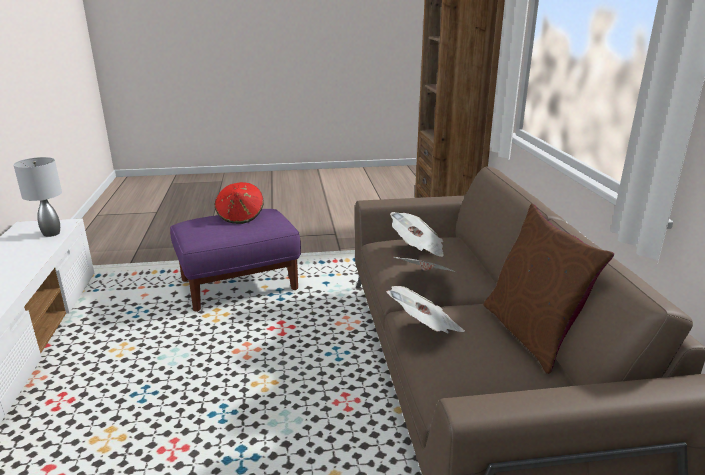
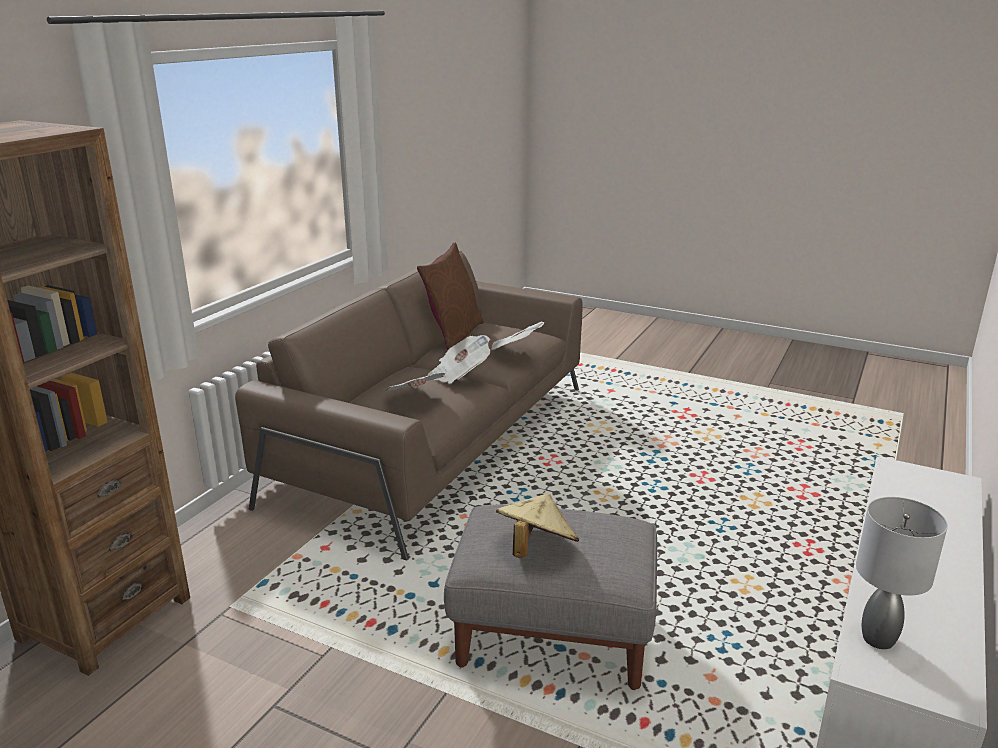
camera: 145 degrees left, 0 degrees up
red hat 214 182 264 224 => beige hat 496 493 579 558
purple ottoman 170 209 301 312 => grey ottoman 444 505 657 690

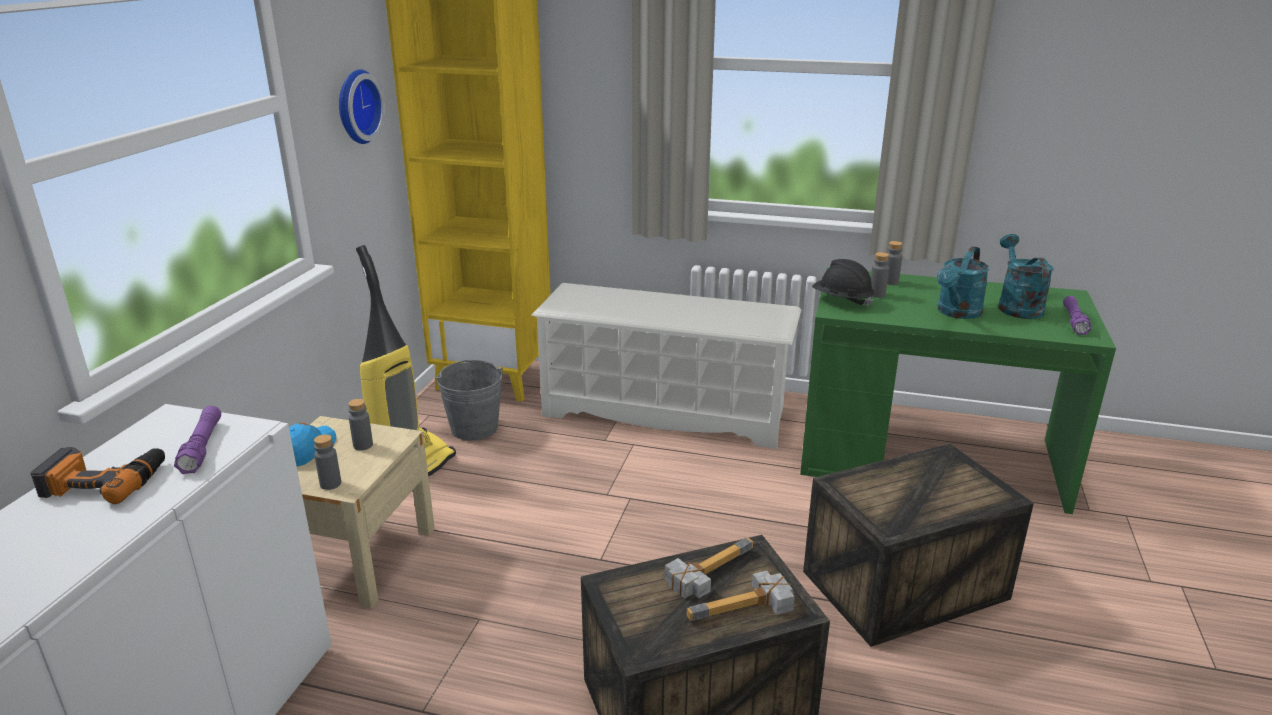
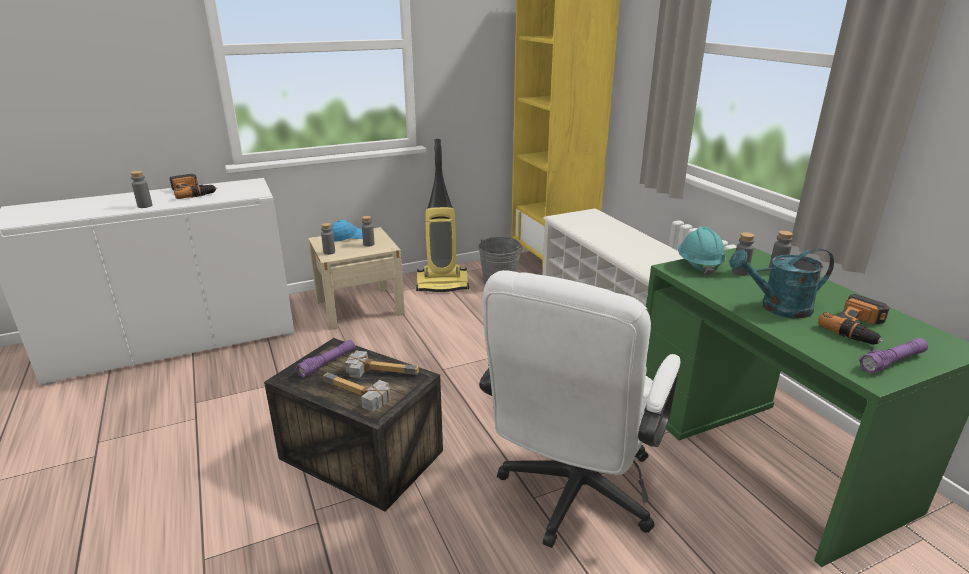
camera: 50 degrees right, 0 degrees up
wall clock 339 69 385 144 => nothing
turquoise watering can 998 234 1054 319 => power drill 818 294 890 345
black hard hat 812 259 874 307 => turquoise hard hat 678 227 725 276
purple flashlight 174 406 221 474 => purple flashlight 295 340 355 378, relocated
crate 803 444 1034 647 => white office chair 479 270 680 548
nothing => grey bottle 130 171 152 208

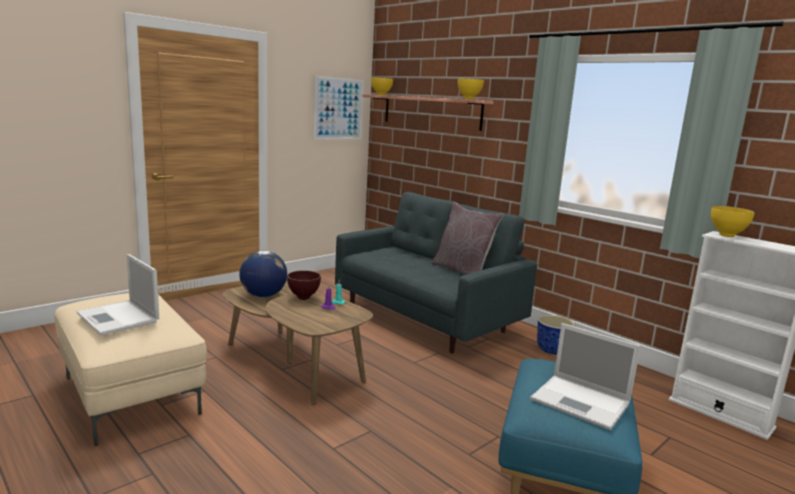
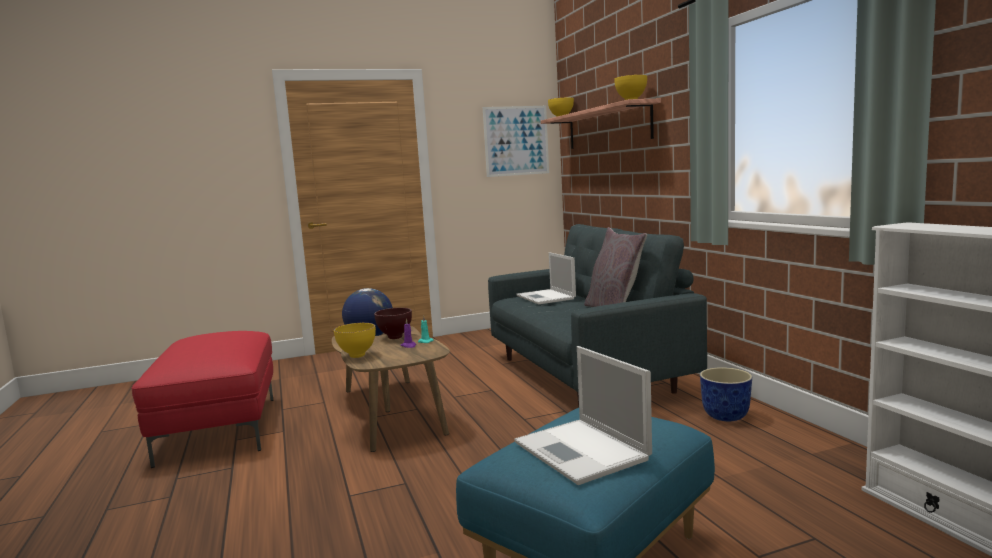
camera: 25 degrees right, 5 degrees down
yellow bowl 711 206 755 237 => yellow bowl 334 323 376 358, relocated
laptop 76 254 159 336 => laptop 516 252 576 304, relocated
beige ottoman 55 293 207 446 => red ottoman 132 331 273 468

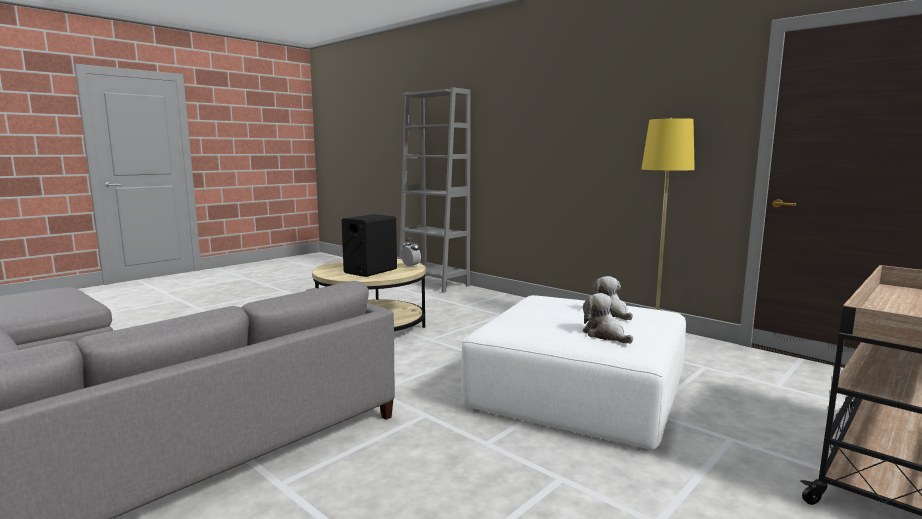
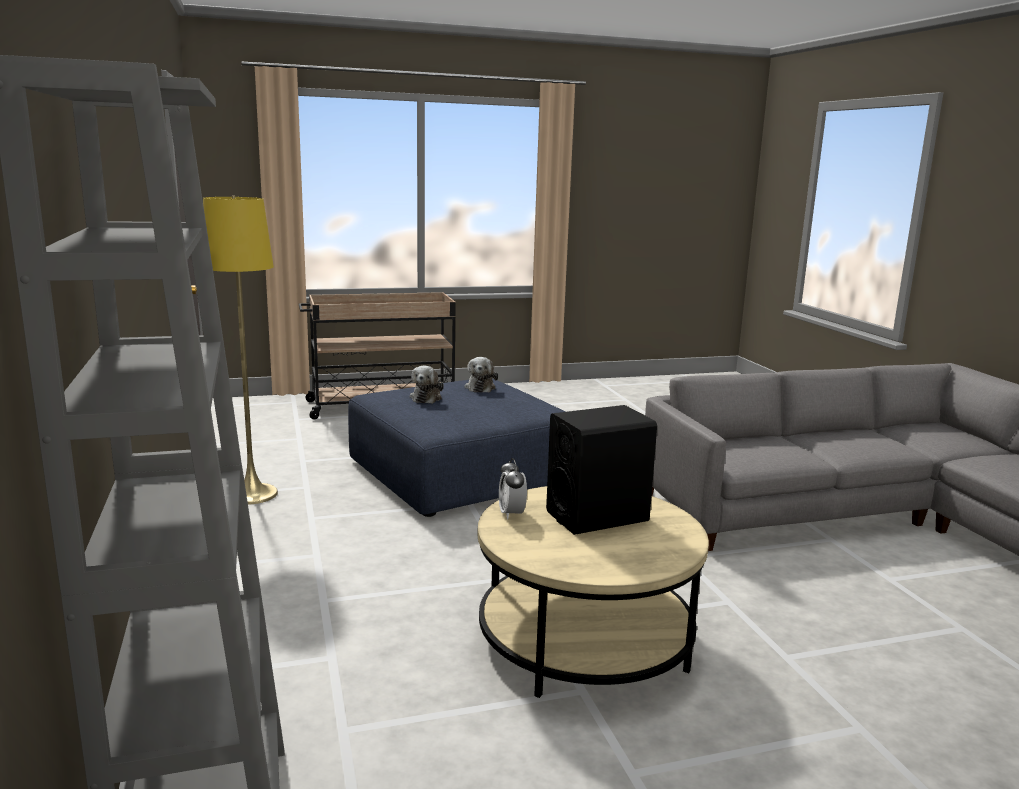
camera: 150 degrees left, 5 degrees up
white ottoman 461 295 686 451 => blue ottoman 348 379 565 517

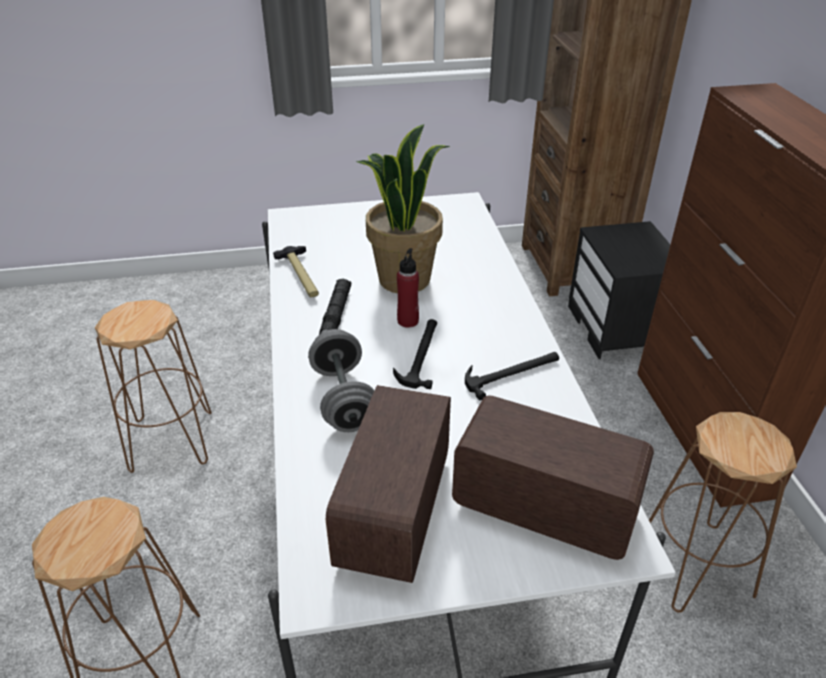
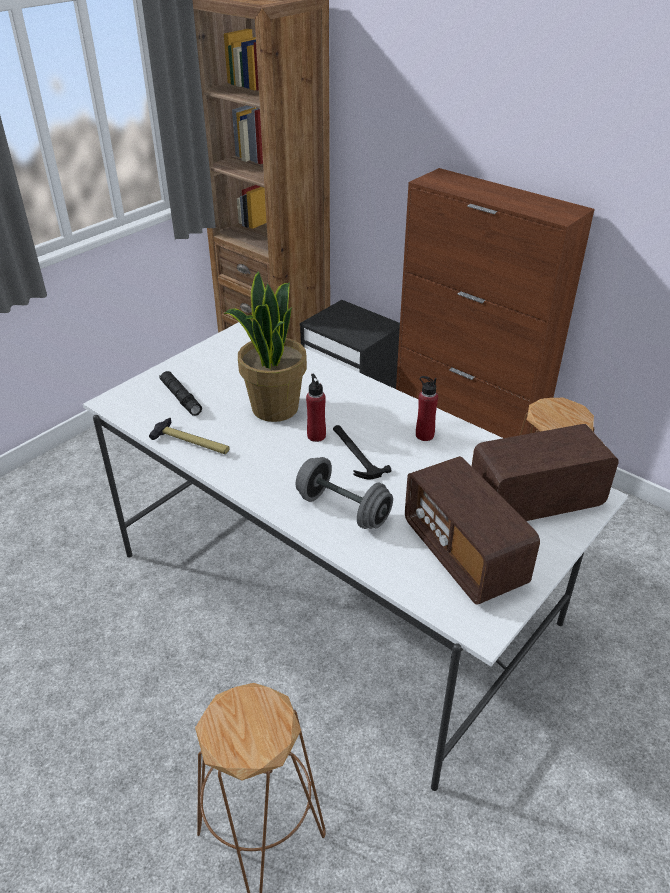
camera: 40 degrees left, 0 degrees up
black flashlight 319 278 351 335 => black flashlight 159 371 202 416, relocated
brown stool 95 300 212 473 => nothing
hammer 465 352 559 400 => red bottle 416 376 438 441

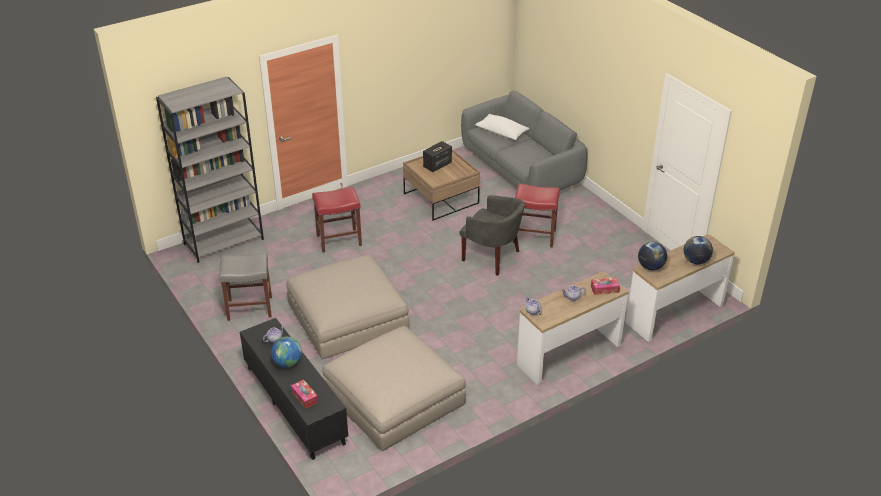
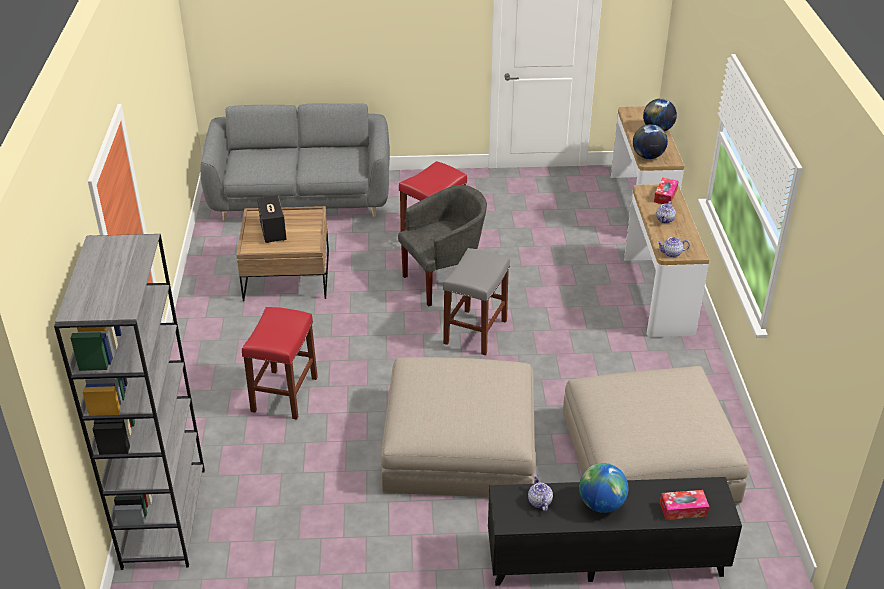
camera: 60 degrees left, 0 degrees up
white pillow 475 114 530 140 => nothing
grey stool 219 253 272 321 => grey stool 443 248 510 355, relocated

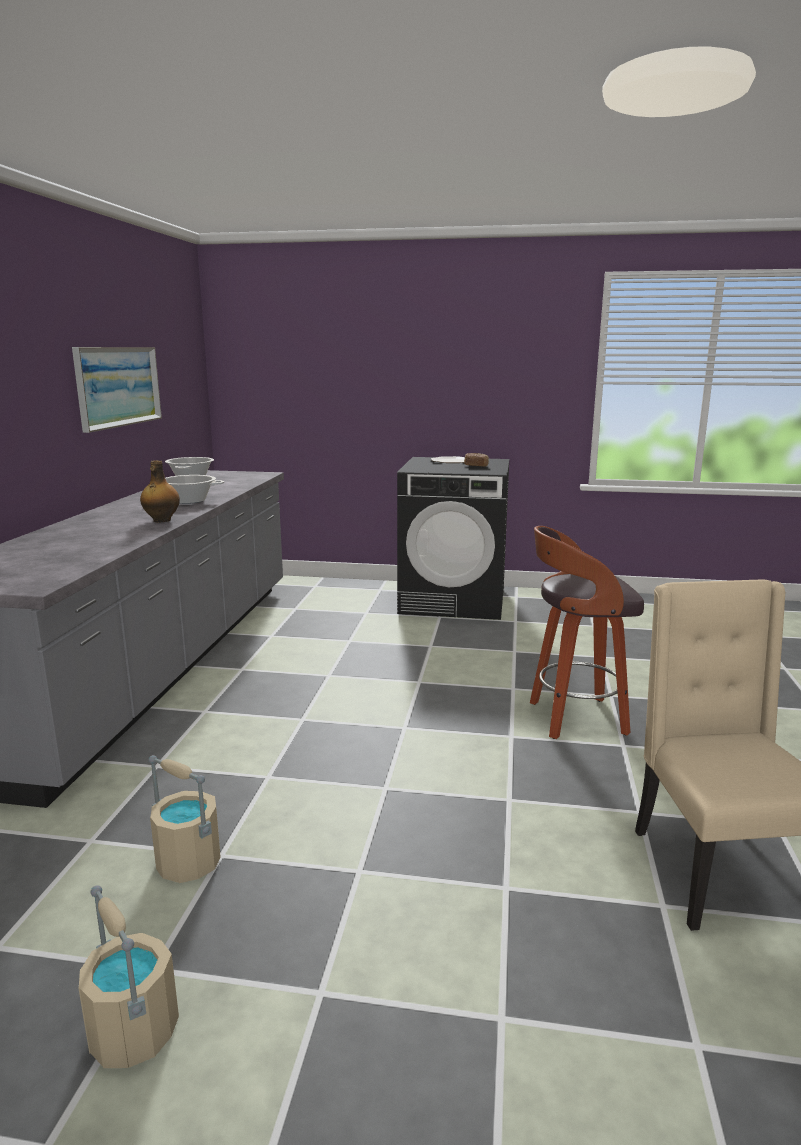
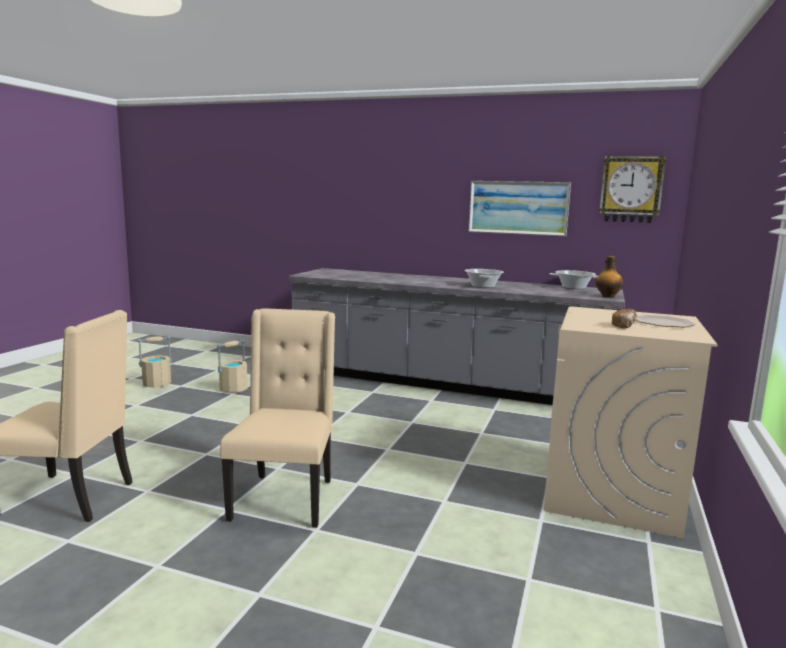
camera: 100 degrees right, 5 degrees down
black washing machine 397 457 509 620 => beige washing machine 544 306 718 538
bottle 140 460 180 522 => bottle 596 256 623 298, relocated
stool 530 526 644 739 => beige chair 220 308 335 528
nothing => wall clock 599 156 666 223

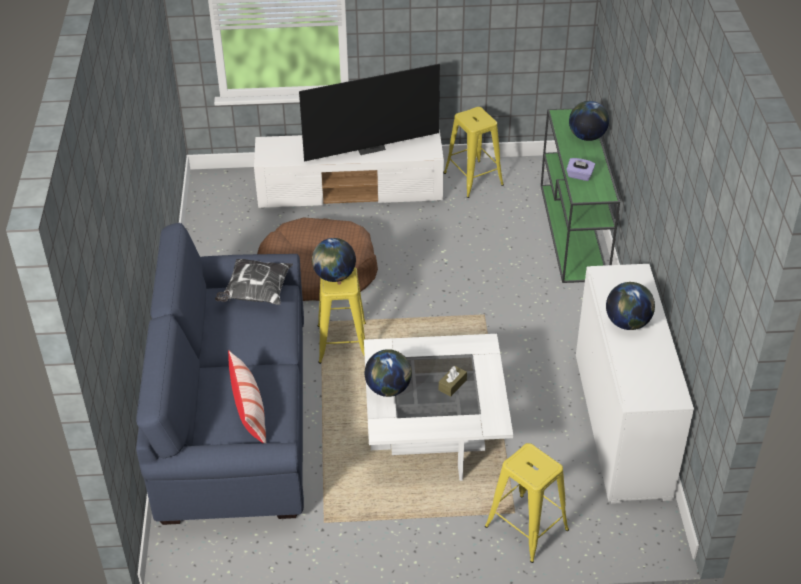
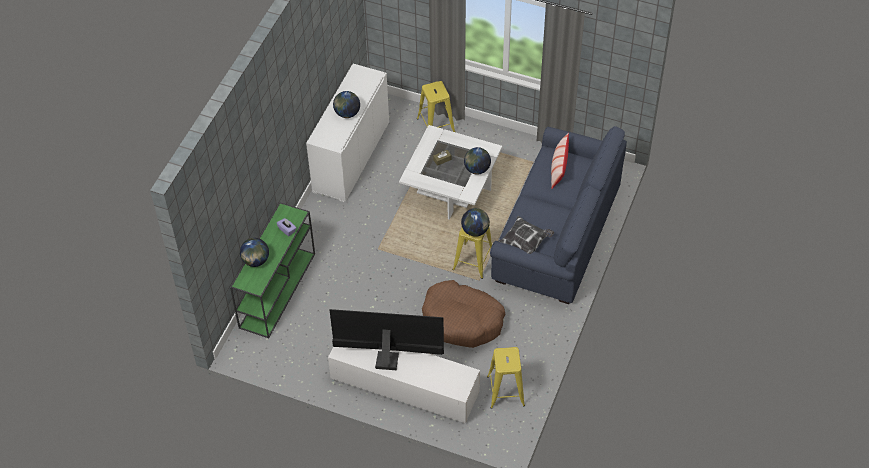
camera: 155 degrees left, 10 degrees up
yellow stool 444 107 504 198 => yellow stool 487 347 525 409, relocated

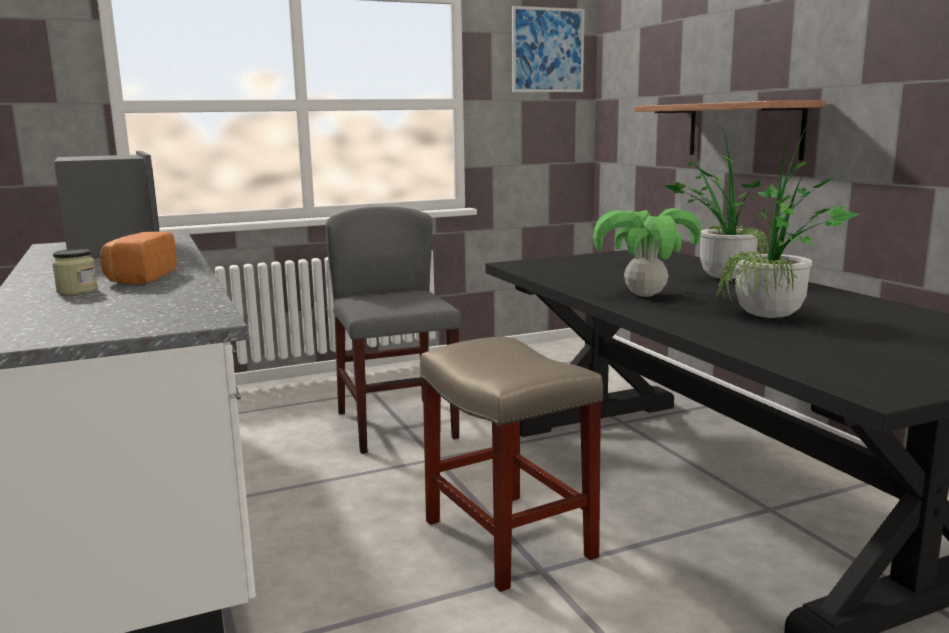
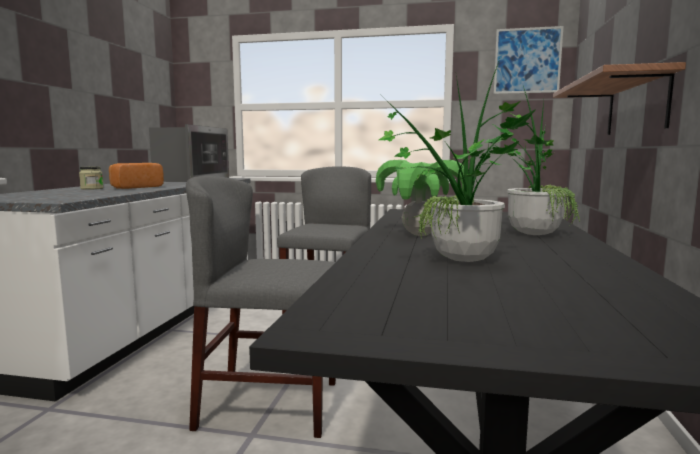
camera: 35 degrees right, 5 degrees down
beige stool 420 337 603 592 => grey chair 186 176 336 438

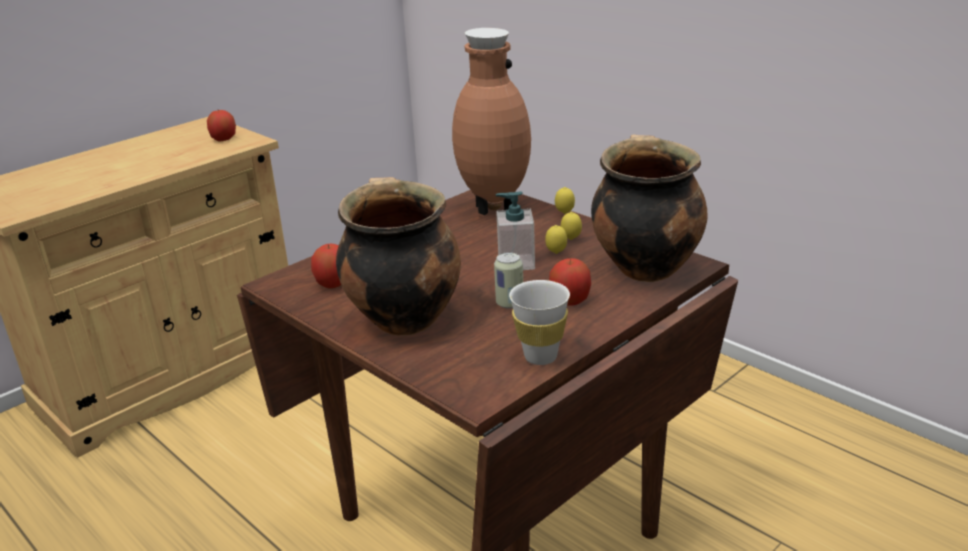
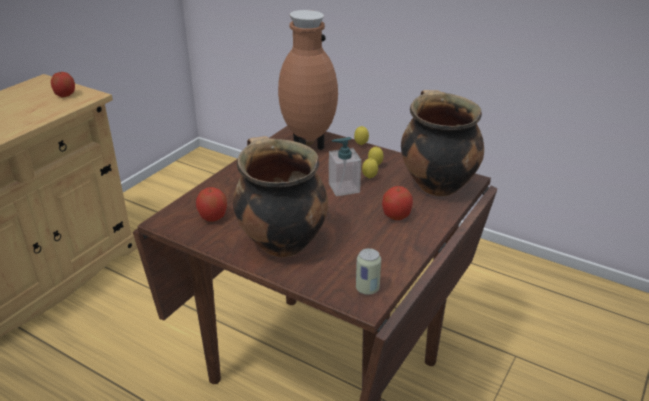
camera: 15 degrees left, 5 degrees up
can 494 252 523 309 => can 356 248 381 295, relocated
white cup 509 280 570 365 => nothing

